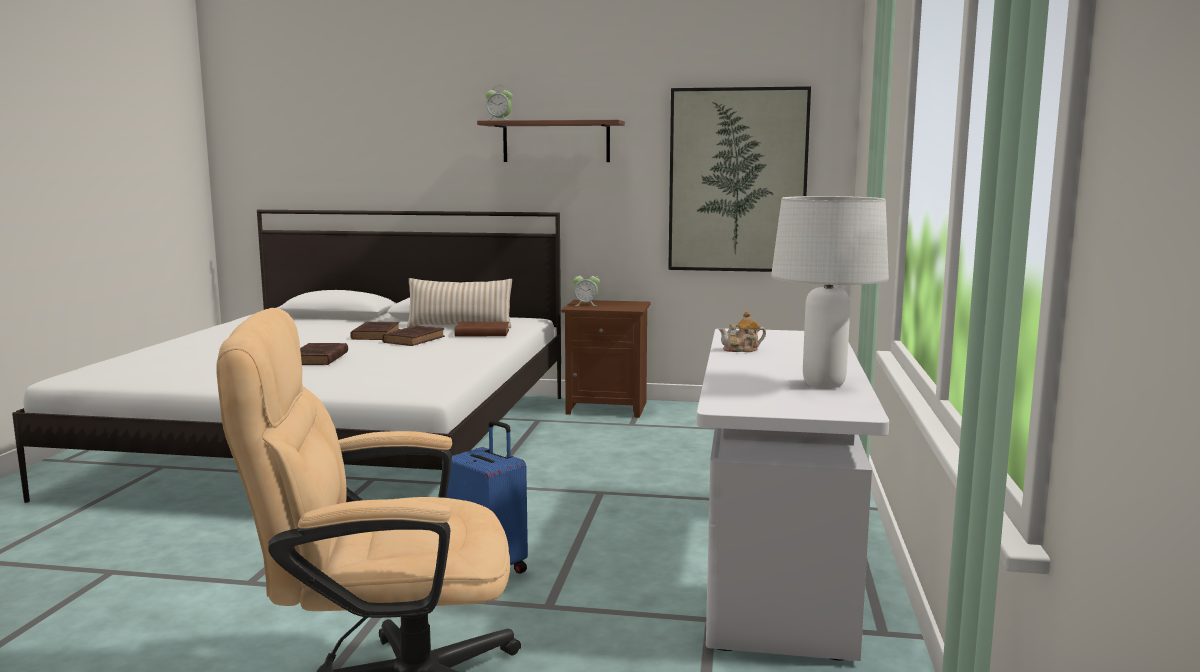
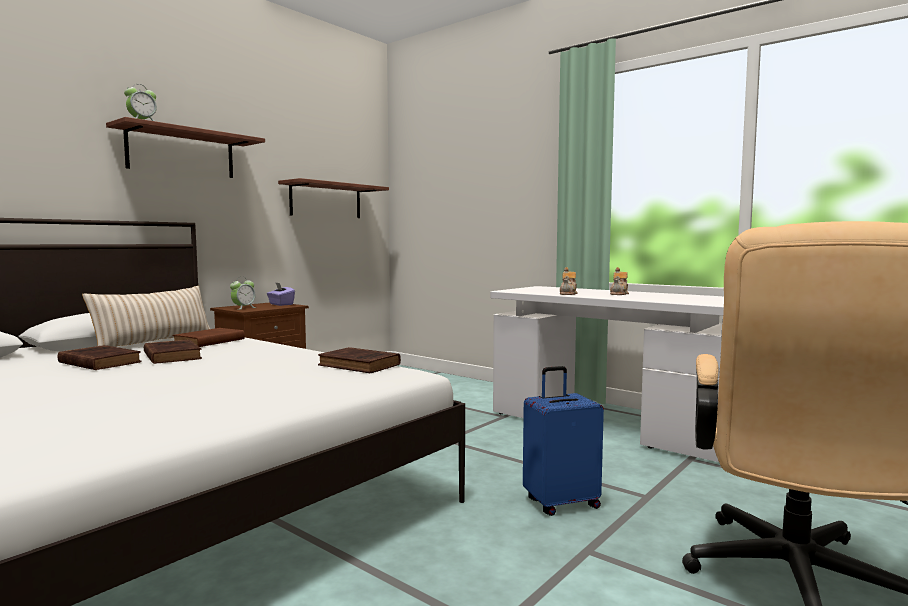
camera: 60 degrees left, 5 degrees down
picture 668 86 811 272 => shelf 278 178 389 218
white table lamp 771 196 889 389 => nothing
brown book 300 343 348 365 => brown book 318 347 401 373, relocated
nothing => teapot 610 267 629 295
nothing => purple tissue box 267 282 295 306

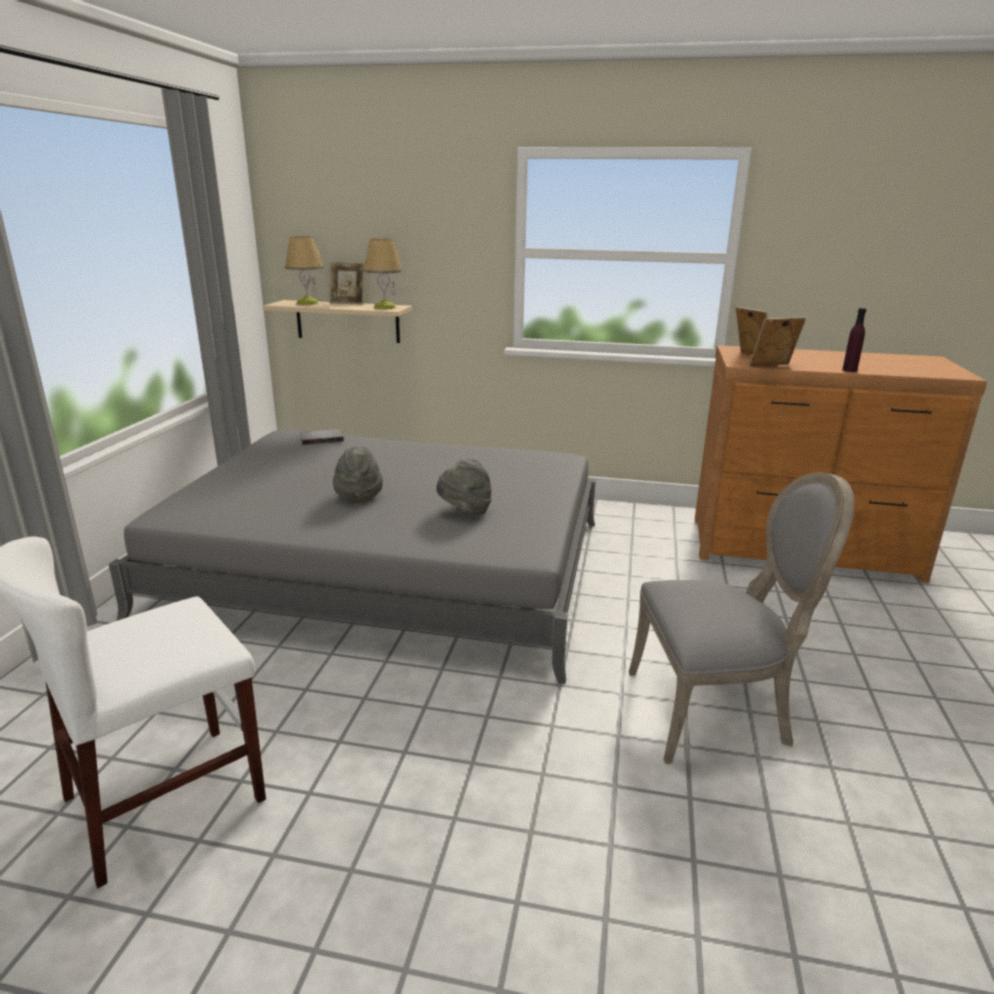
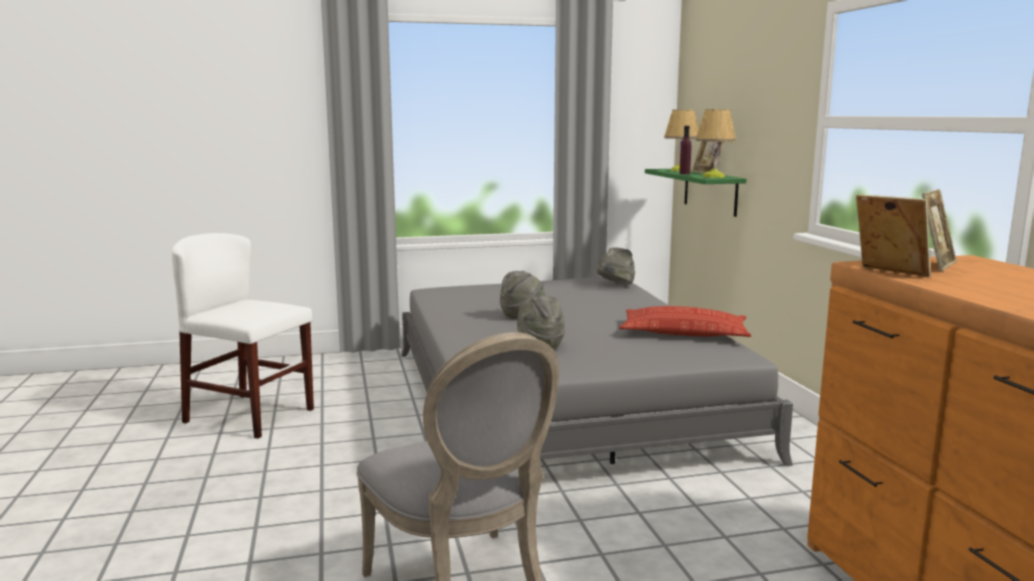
camera: 65 degrees right, 10 degrees down
beige shelf 262 300 412 343 => green shelf 645 169 747 217
purple bottle 842 308 866 372 => purple bottle 679 126 691 174, relocated
grey book 300 429 344 445 => grey hat 597 247 635 284
nothing => pillow 619 306 751 337

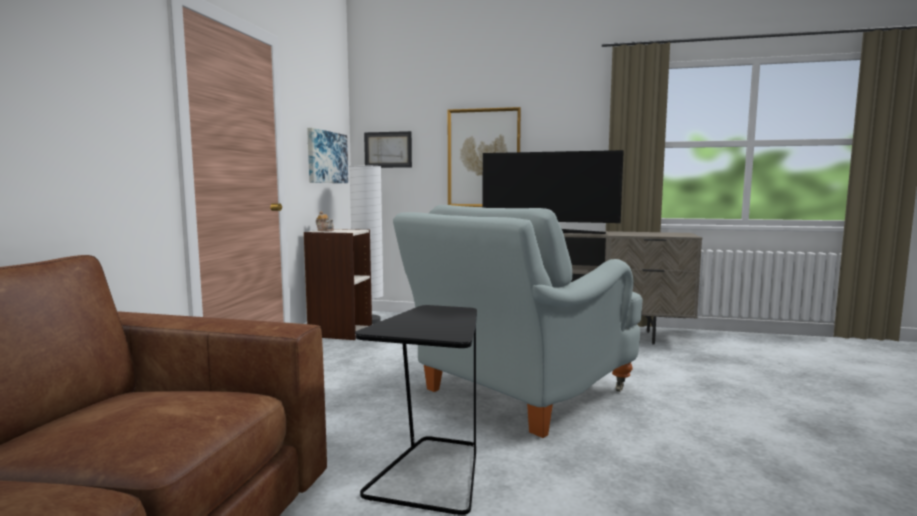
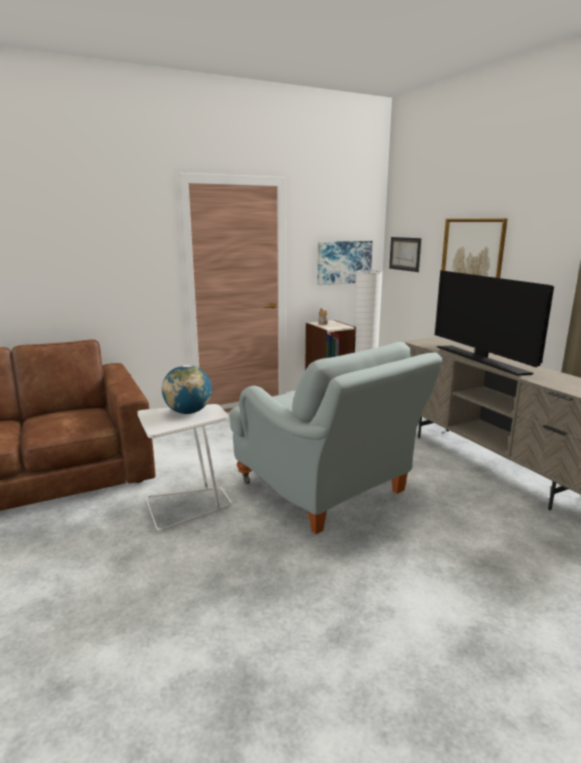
camera: 50 degrees right, 10 degrees up
grey armchair 393 205 642 438 => grey armchair 230 342 443 534, 135 degrees counterclockwise
black side table 355 305 477 515 => white side table 137 404 232 531
nothing => globe 162 365 212 414

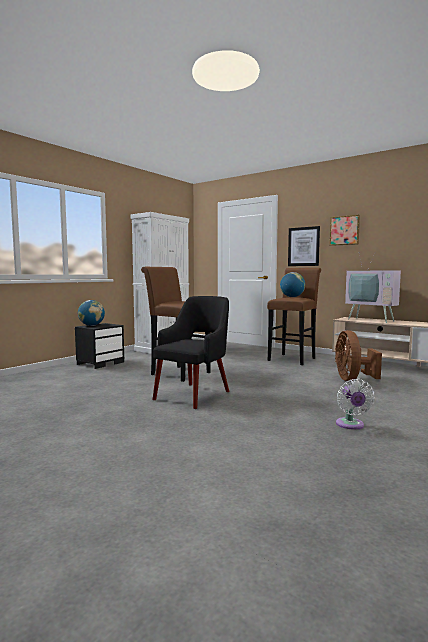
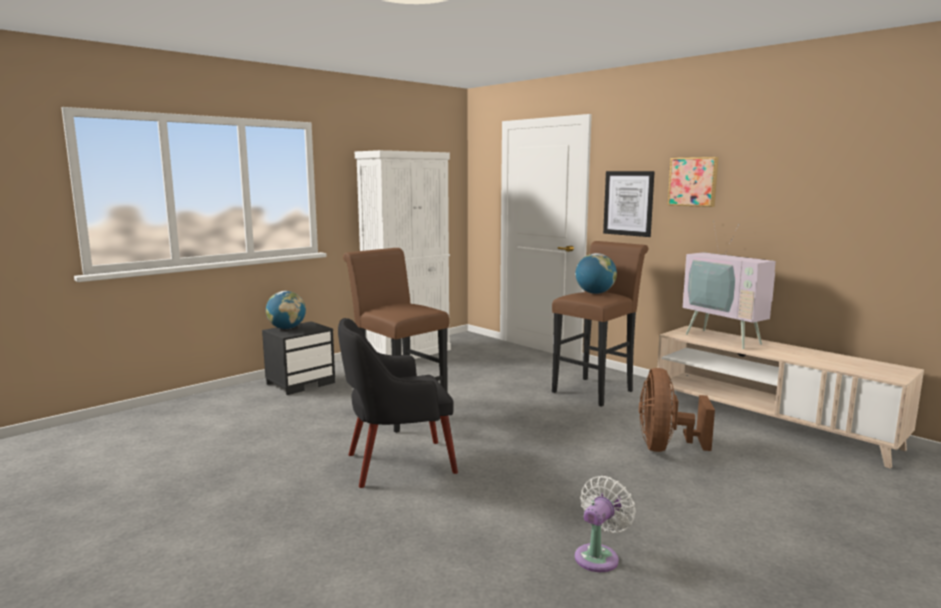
camera: 10 degrees right, 5 degrees up
black armchair 153 296 229 409 => black armchair 338 318 458 488, 150 degrees counterclockwise
white fan 336 379 375 430 => white fan 575 476 636 572, 150 degrees counterclockwise

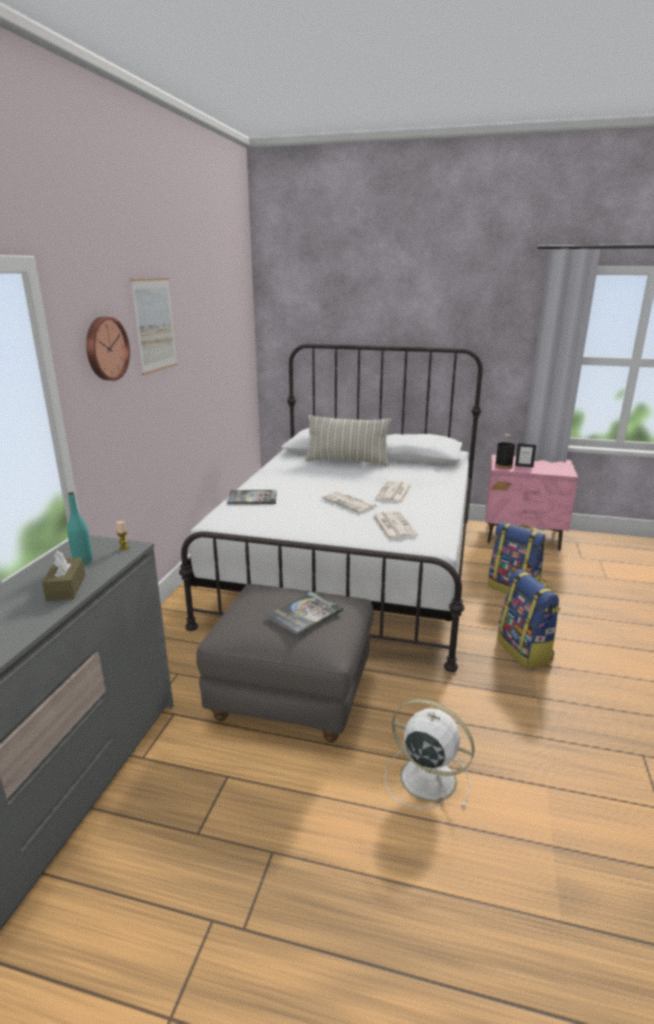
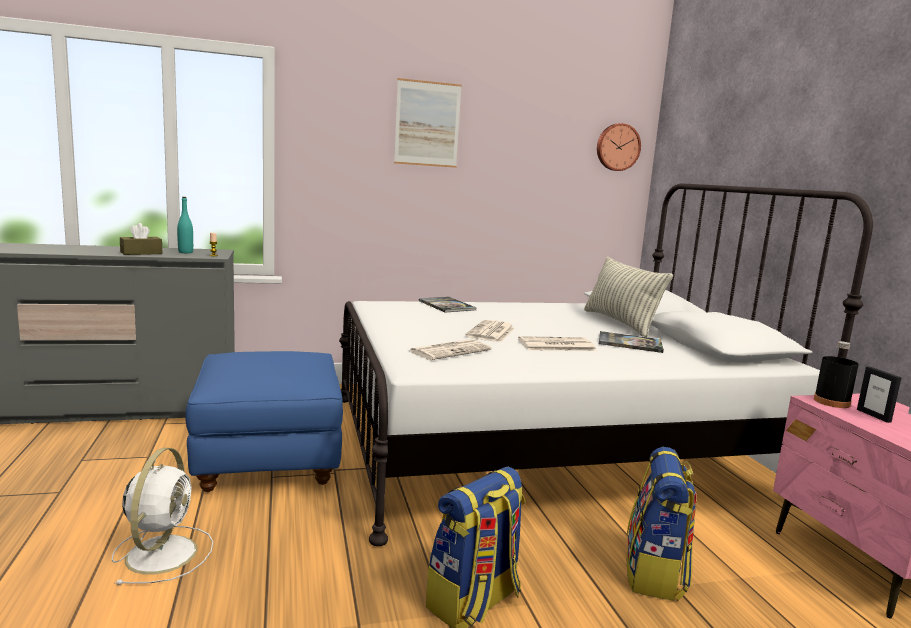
camera: 60 degrees right, 10 degrees down
wall clock 86 316 130 381 => wall clock 597 123 641 171, relocated
grey ottoman 196 584 374 743 => blue ottoman 185 351 343 492
book 266 592 343 636 => book 599 331 664 353, relocated

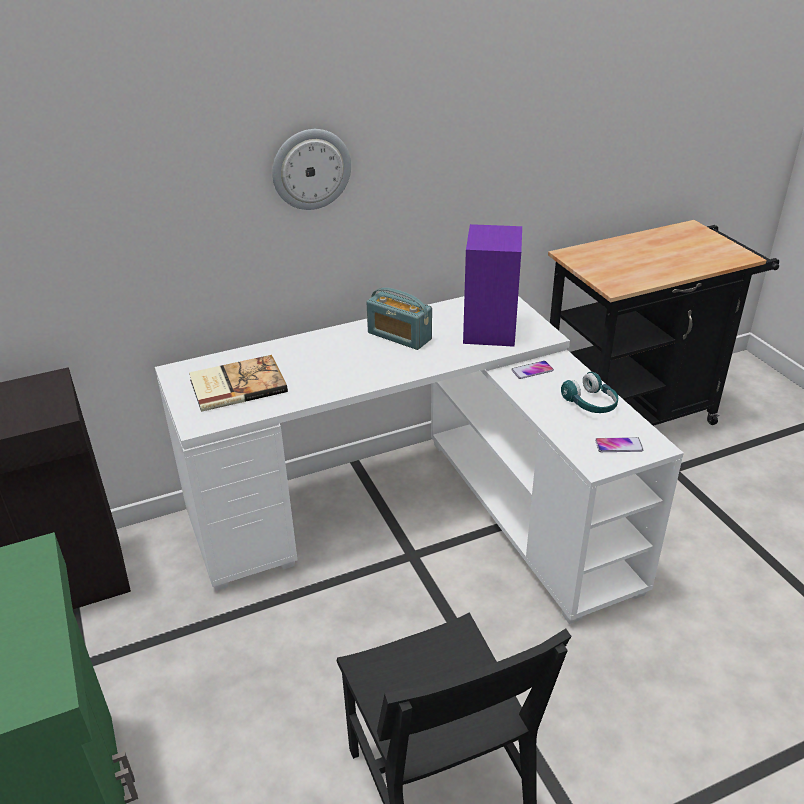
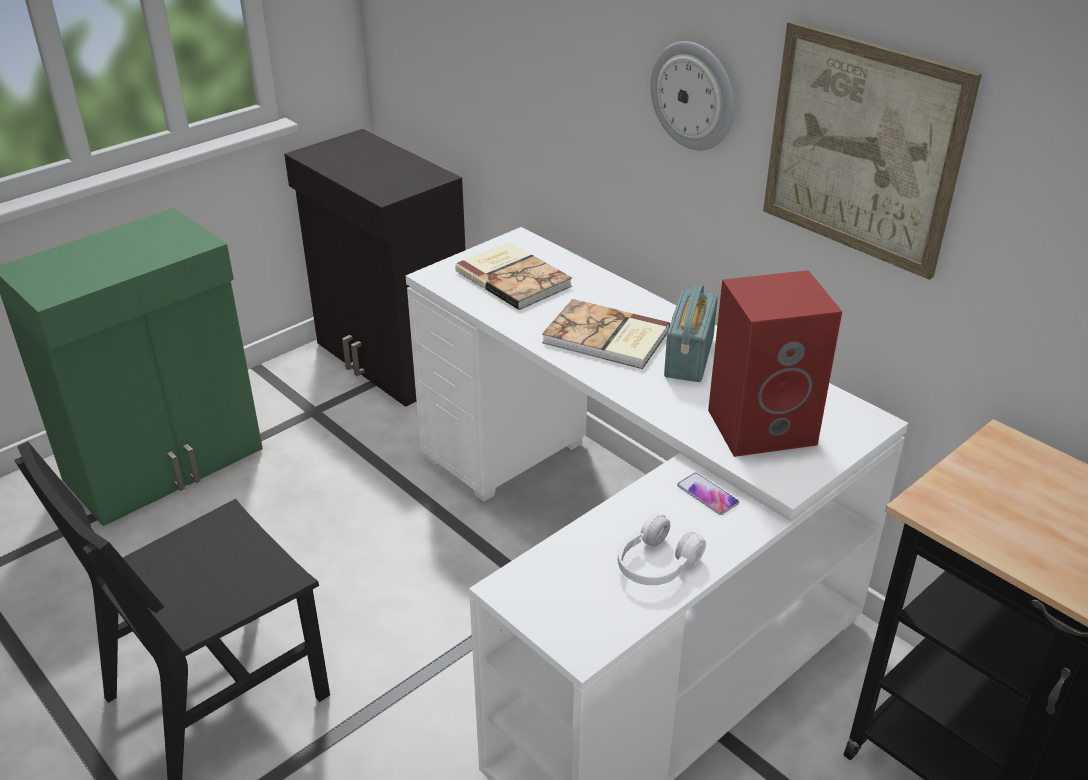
camera: 70 degrees right, 0 degrees up
purple speaker 463 224 522 347 => red speaker 708 270 842 457
turquoise headphones 561 372 618 413 => white headphones 618 513 706 585
phone 595 437 644 452 => nothing
nothing => picture 763 21 982 280
nothing => book 542 299 670 369

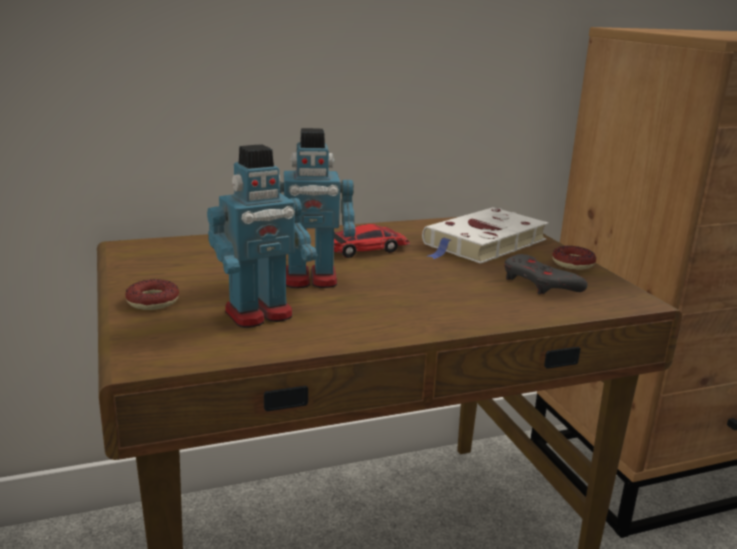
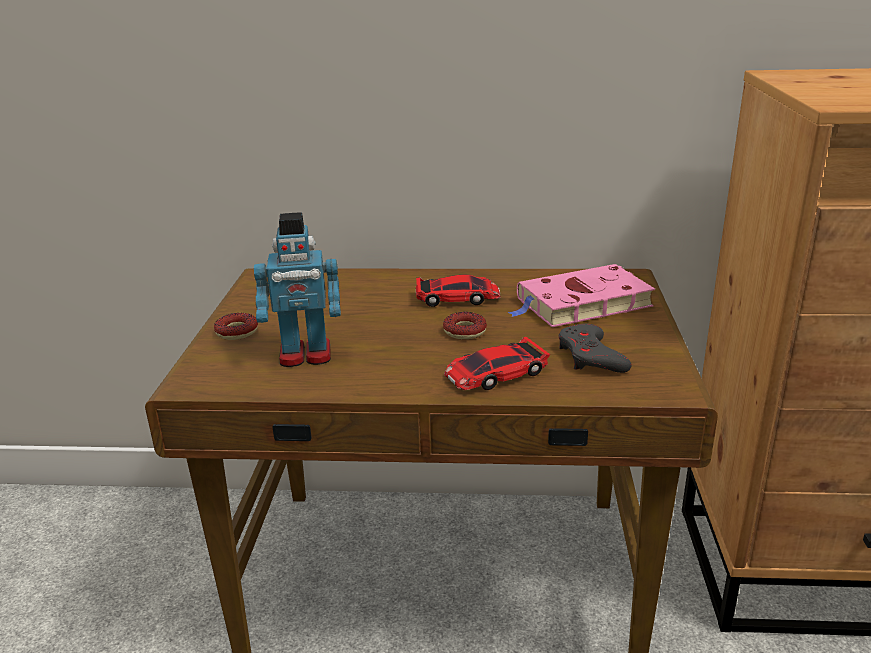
camera: 25 degrees right, 5 degrees up
toy robot 279 128 356 288 => nothing
white book 422 207 548 264 => pink book 508 264 655 327
donut 552 246 596 270 => donut 443 312 487 339, relocated
nothing => toy car 444 337 550 390

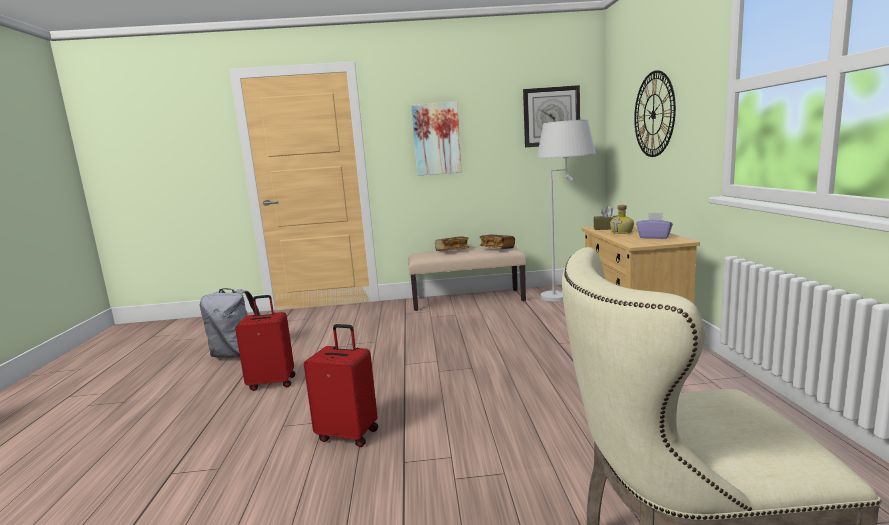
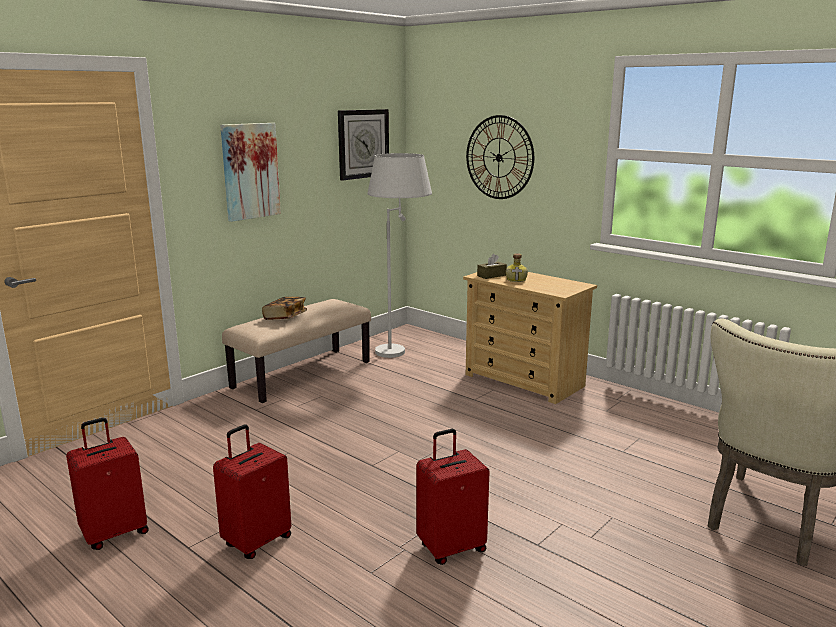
camera: 45 degrees left, 5 degrees up
purple tissue box 636 213 673 239 => nothing
book 479 235 515 249 => nothing
grey backpack 200 288 260 358 => red suitcase 66 418 149 550

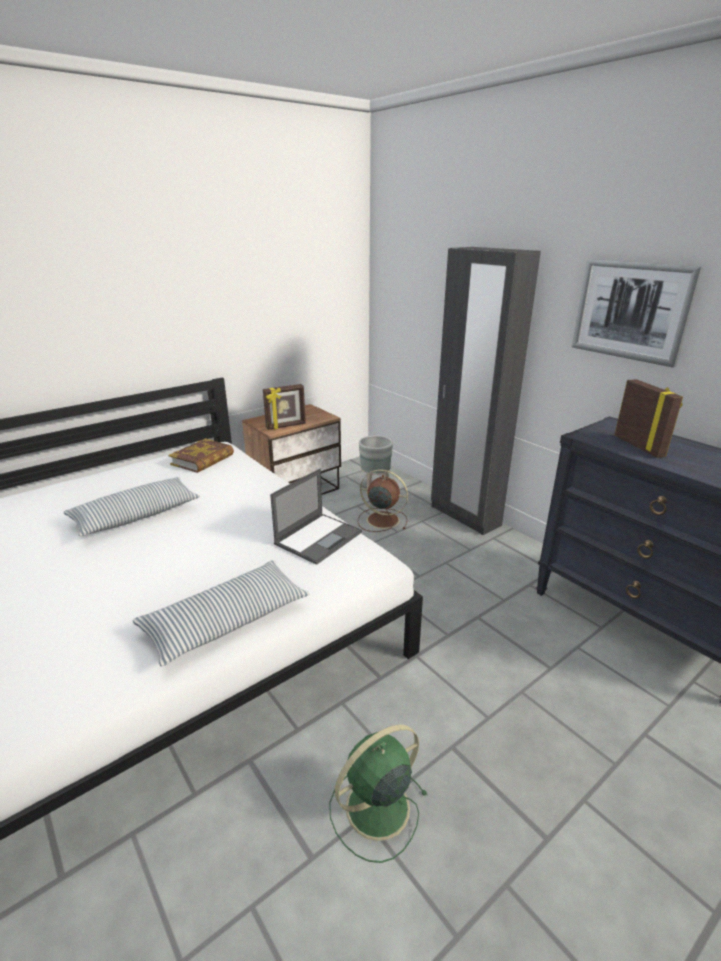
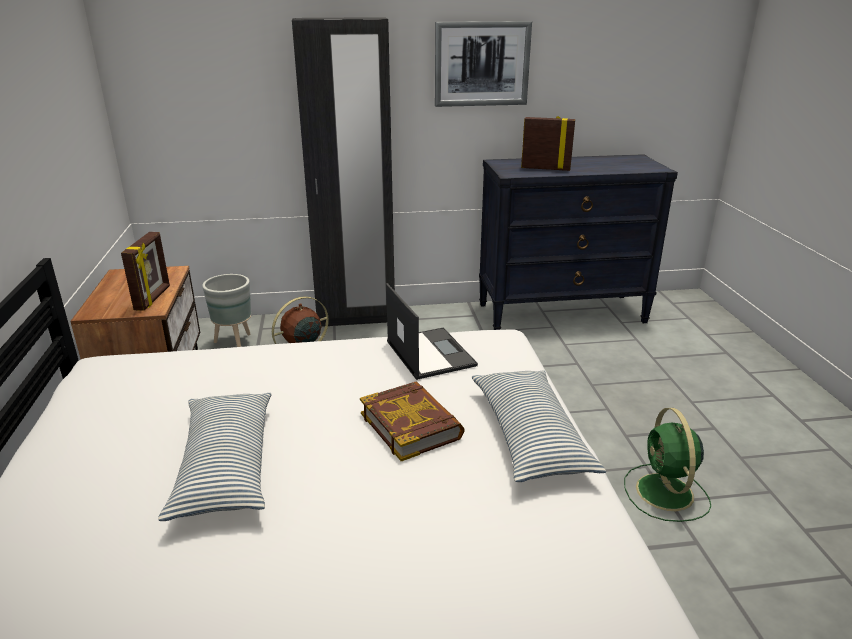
camera: 60 degrees left, 0 degrees up
book 169 438 234 473 => book 360 381 465 461, relocated

